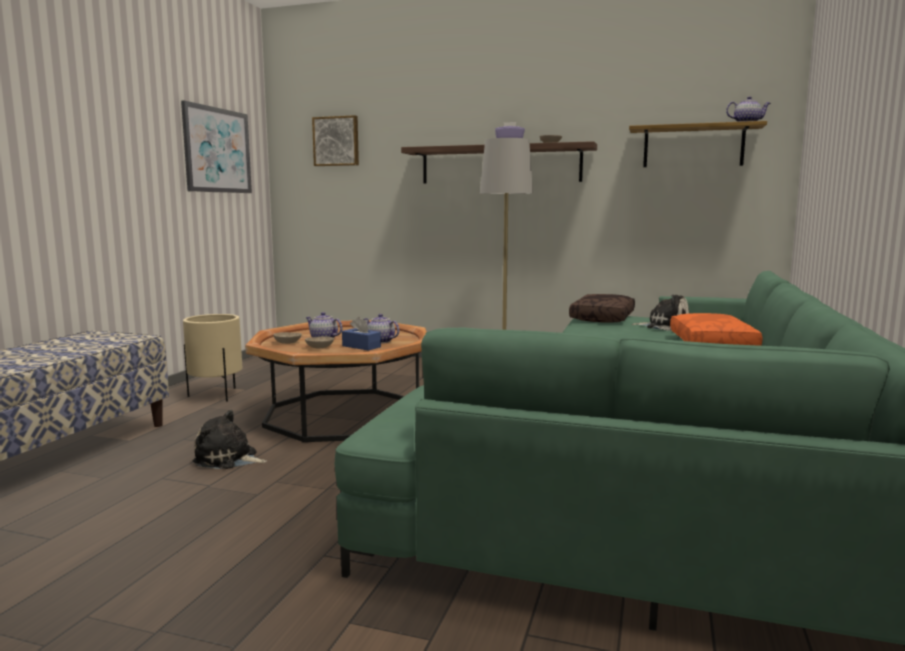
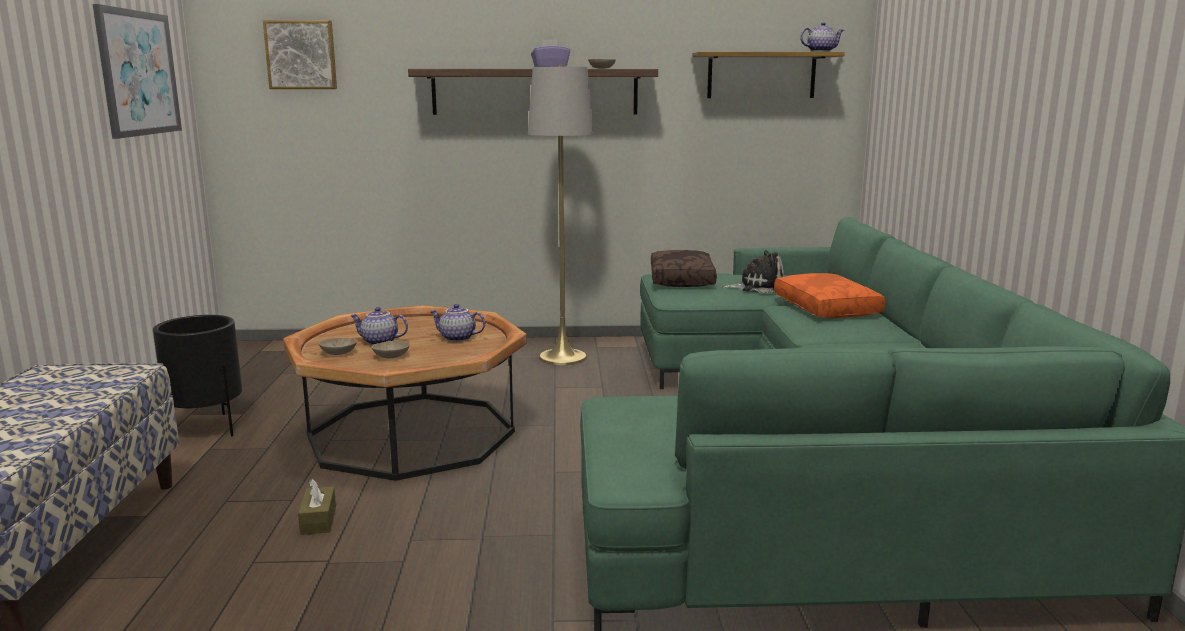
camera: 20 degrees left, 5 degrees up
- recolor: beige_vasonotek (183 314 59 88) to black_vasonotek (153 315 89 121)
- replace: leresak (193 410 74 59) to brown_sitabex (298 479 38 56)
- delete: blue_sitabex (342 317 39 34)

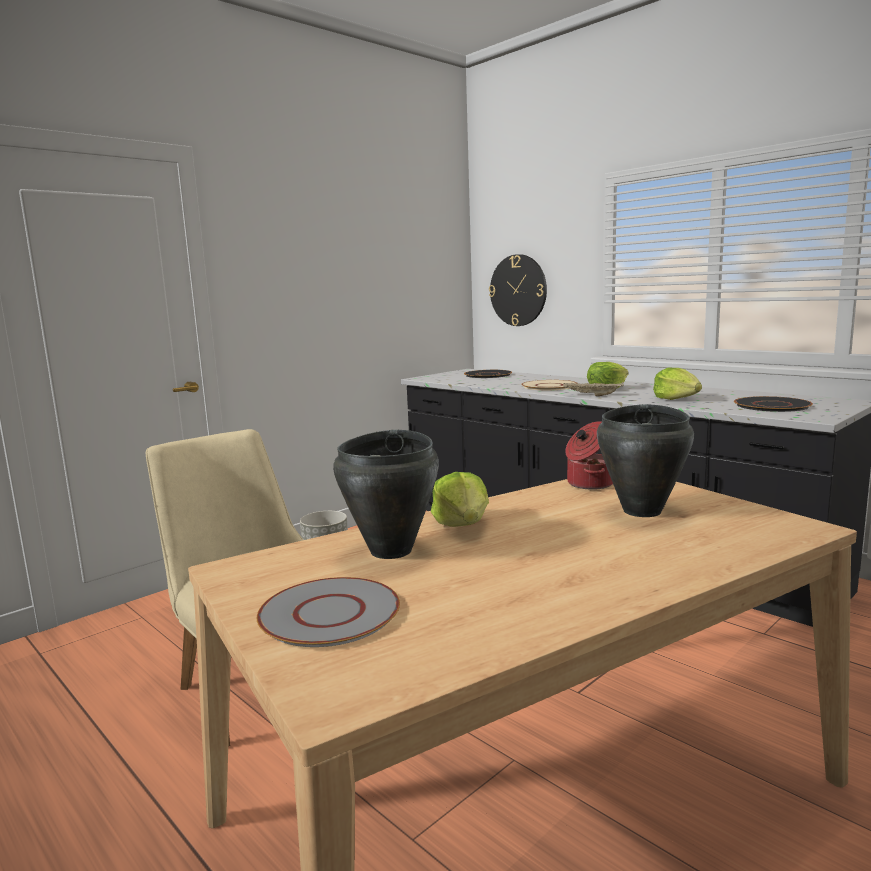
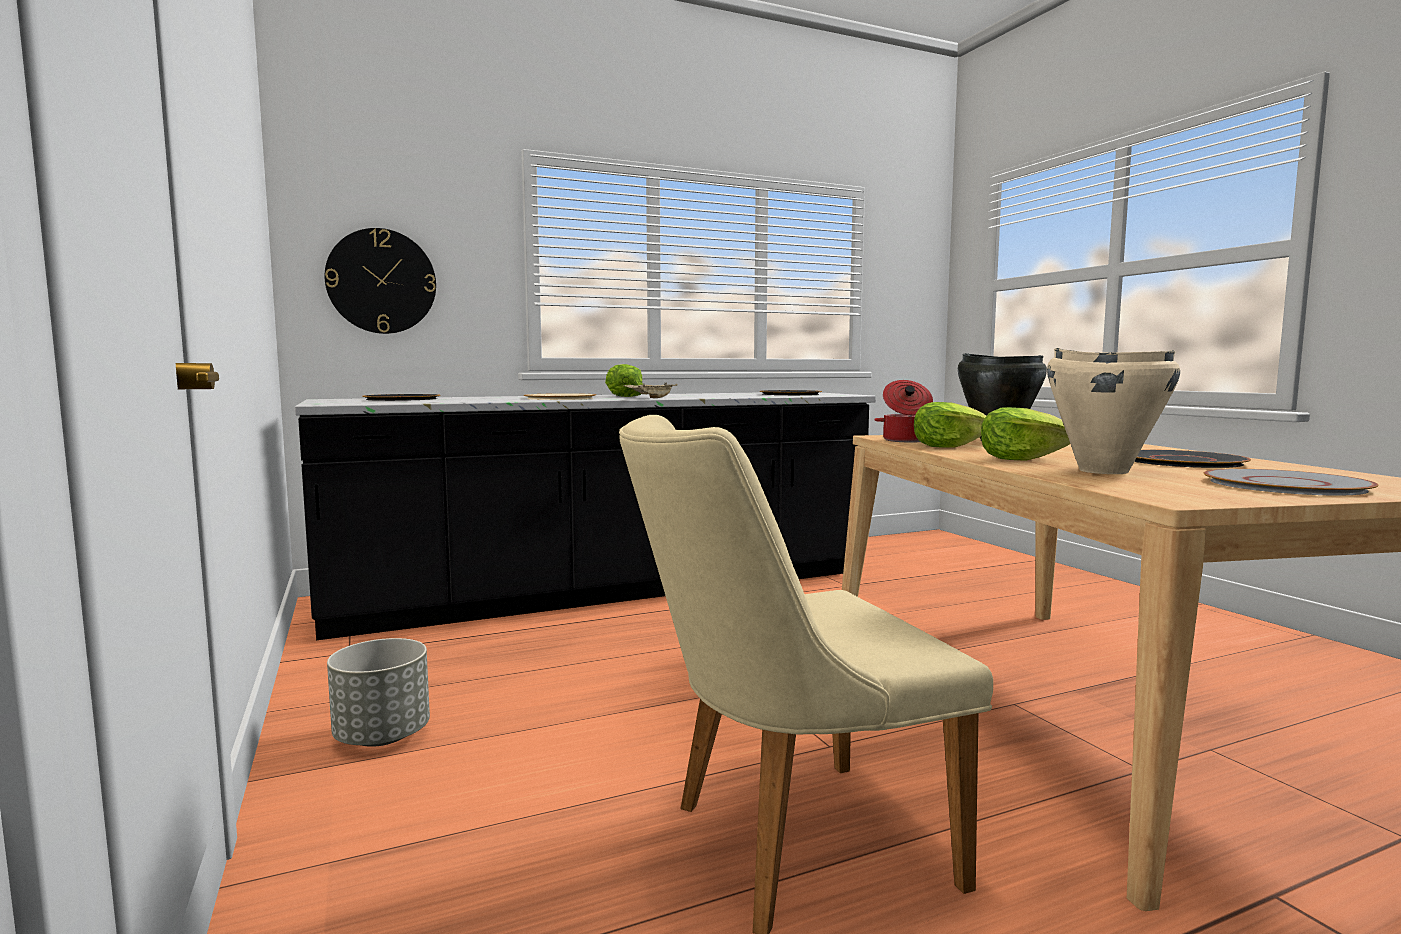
camera: 70 degrees left, 5 degrees down
- move: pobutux (653 368 49 32) to (914 402 72 46)
- recolor: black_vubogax (333 430 106 129) to beige_vubogax (1047 348 133 126)
- insert: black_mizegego (1135 450 116 18)

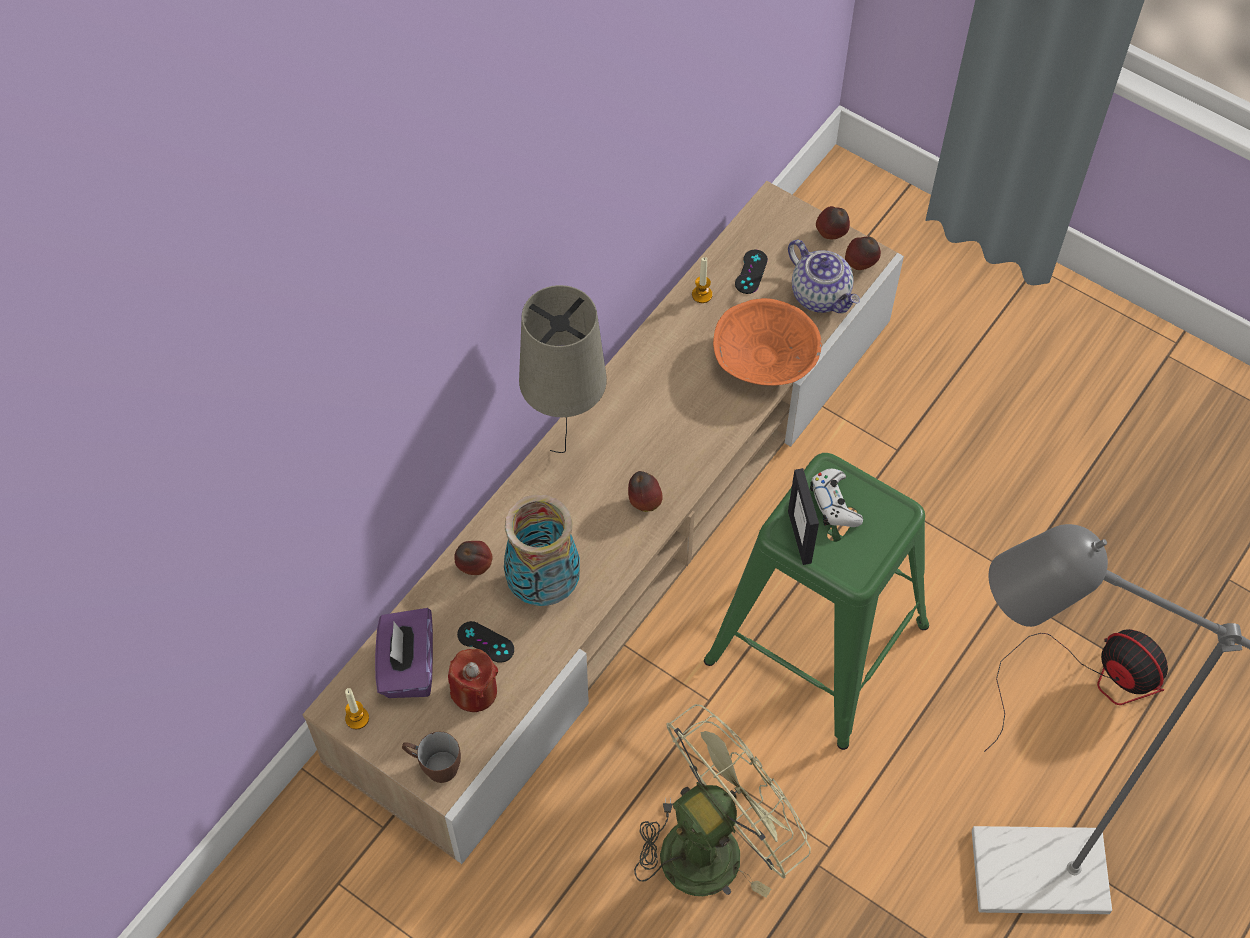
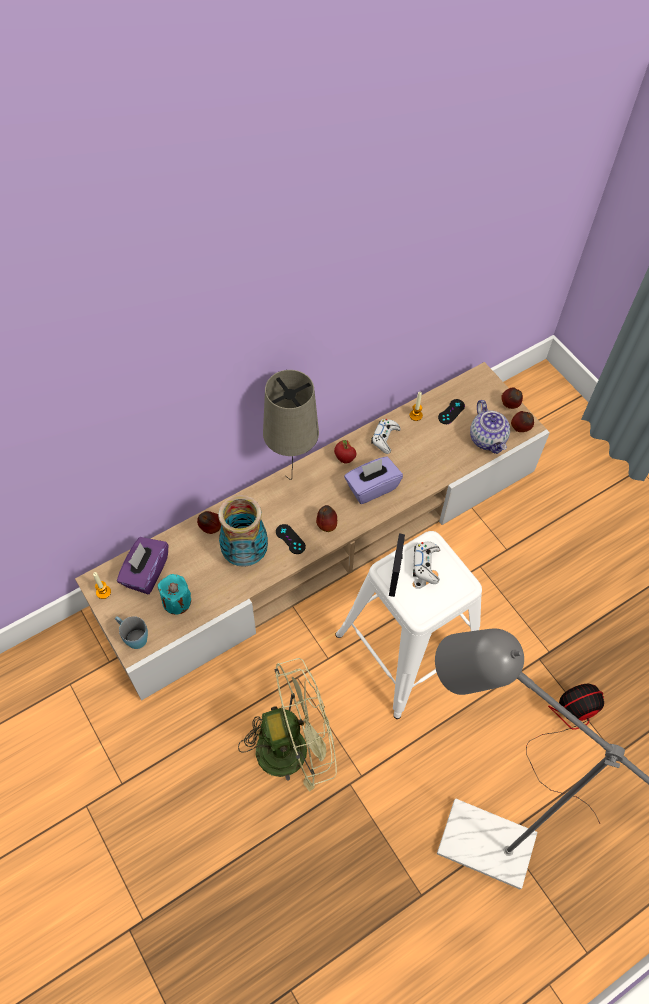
camera: 20 degrees right, 0 degrees up
- recolor: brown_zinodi (402 731 59 52) to blue_zinodi (115 616 33 33)
- recolor: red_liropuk (448 649 50 63) to turquoise_liropuk (158 574 33 40)
- move: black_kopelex (457 621 57 42) to (276 524 30 30)
- insert: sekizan (334 440 22 23)
- recolor: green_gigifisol (704 453 225 297) to white_gigifisol (335 531 147 188)
- insert: purple_sitabex (344 456 59 48)
- insert: white_kopelex (371 419 30 35)
- rotate: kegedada (984 629 184 123) = (526 684 78 139) 90 degrees counterclockwise
- delete: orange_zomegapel (713 298 109 88)

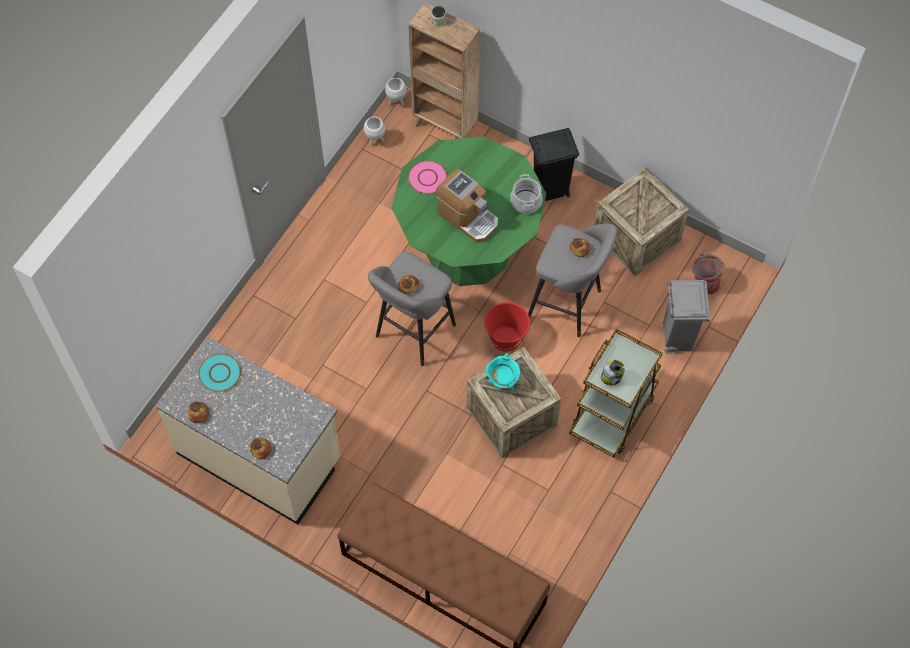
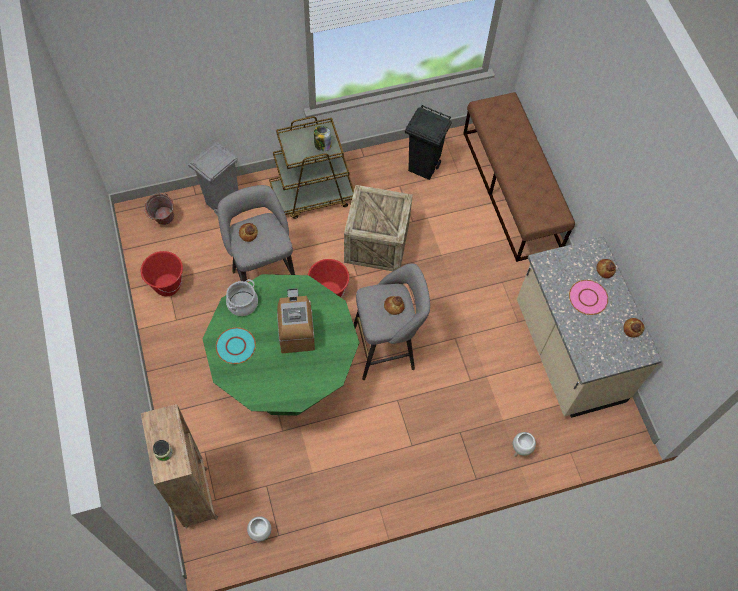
camera: 140 degrees left, 0 degrees up
- replace: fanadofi (595 168 94 108) to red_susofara (141 251 42 45)
- move: turquoise_mizegego (198 353 43 39) to (216 327 40 37)
- move: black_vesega (529 128 50 73) to (405 105 47 75)
- move: white_vasonotek (385 78 22 28) to (513 432 23 25)
- move: pink_mizegego (408 161 39 33) to (569 280 39 35)
- delete: turquoise_vubogax (485 353 35 37)

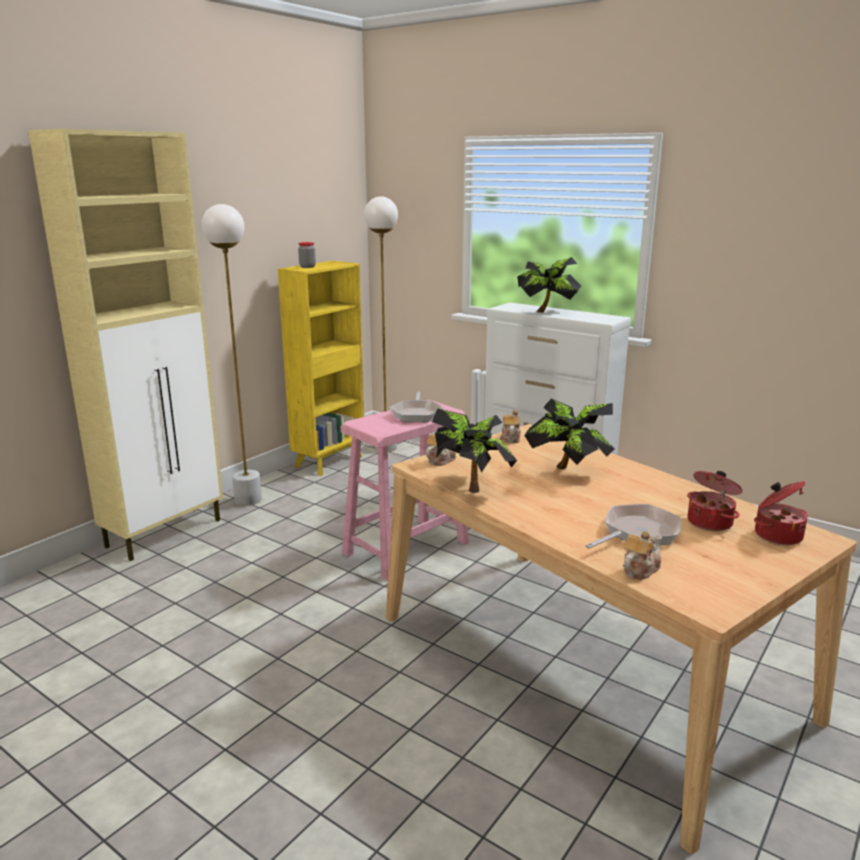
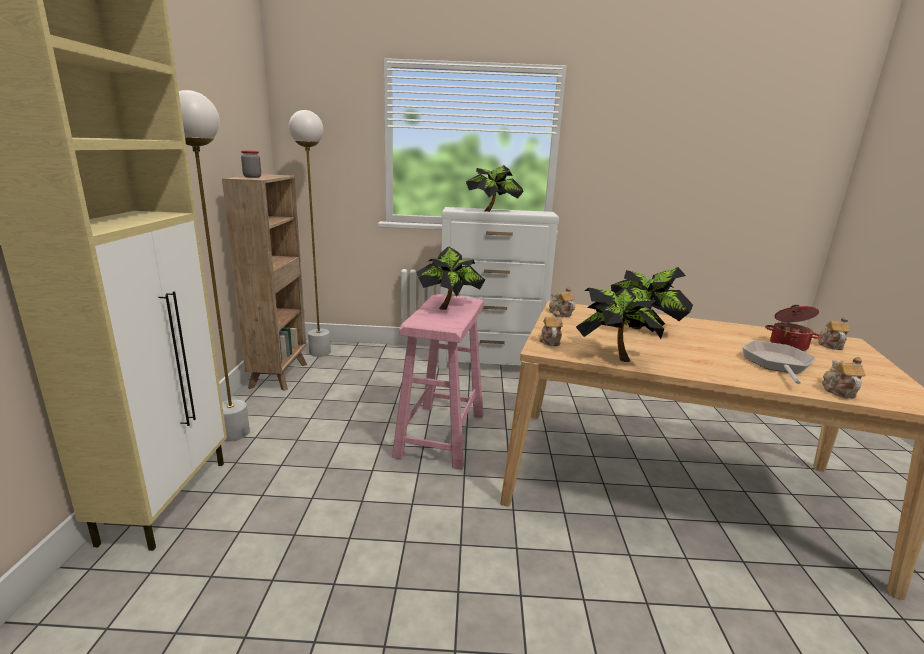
camera: 35 degrees left, 0 degrees up
- recolor: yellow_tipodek (278 261 86 215) to brown_tipodek (222 174 85 217)
- replace: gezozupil (389 391 54 31) to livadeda (416 246 69 64)
- replace: vubogax (754 481 54 64) to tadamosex (818 317 32 33)

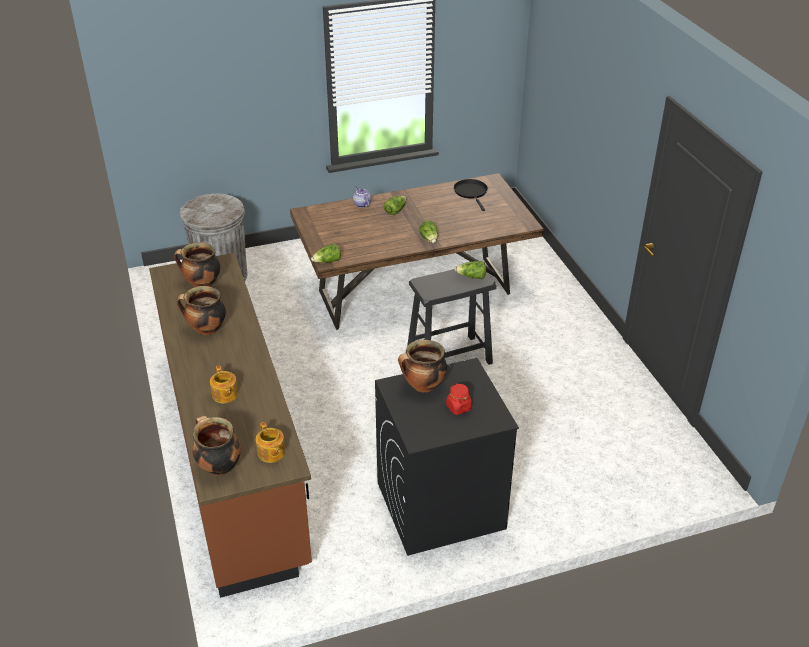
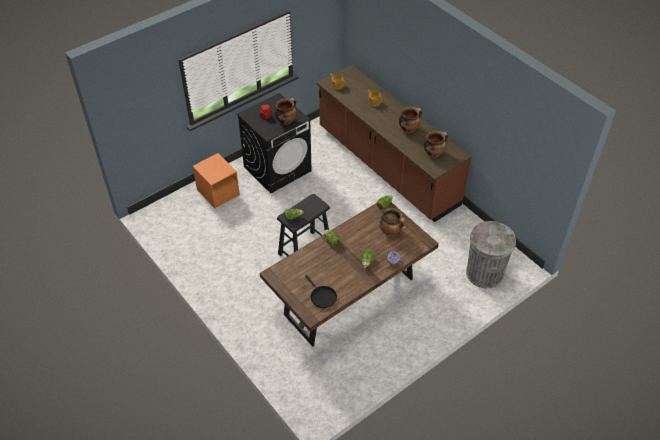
camera: 160 degrees right, 10 degrees up
- insert: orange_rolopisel (193 153 47 55)
- move: vubogax (192 416 49 60) to (380 208 26 28)

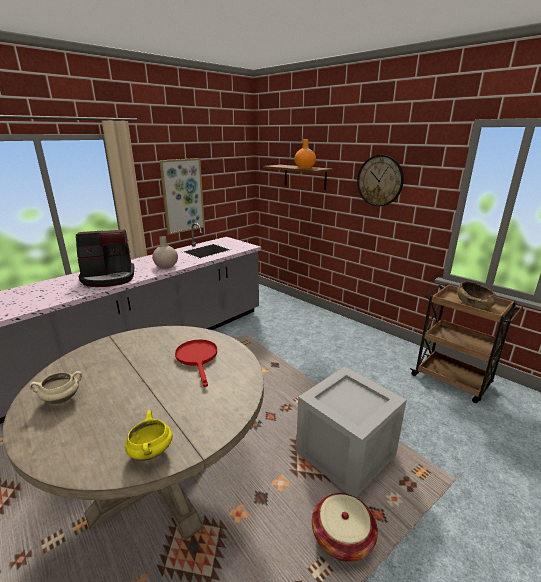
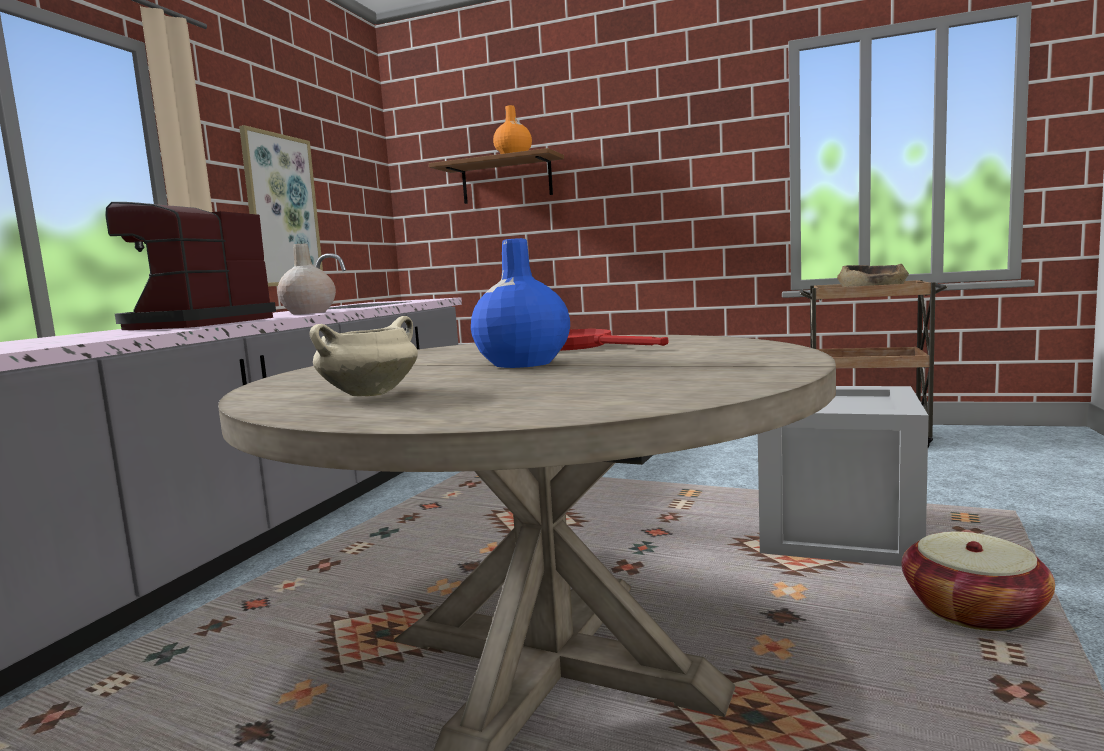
camera: 25 degrees left, 15 degrees down
- rotate: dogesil (76 229 58 58) = (105 202 171 128) 150 degrees clockwise
- insert: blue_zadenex (471 238 99 130)
- delete: yellow_vubogax (125 410 47 51)
- delete: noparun (357 155 47 51)

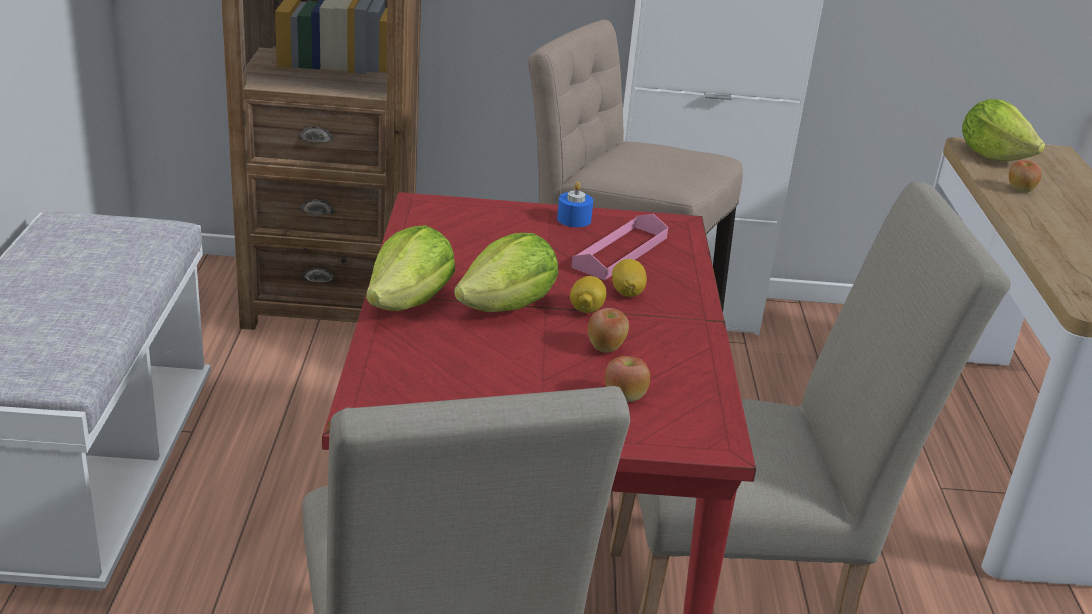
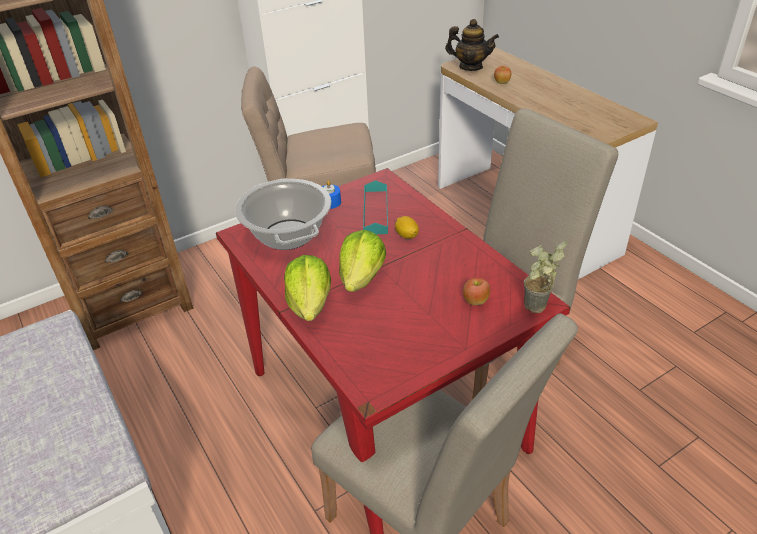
camera: 30 degrees left, 10 degrees up
- insert: vubogax (235 178 96 72)
- recolor: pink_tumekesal (571 214 97 66) to turquoise_tumekesal (363 180 25 54)
- replace: pobutux (962 99 83 62) to tadamosex (445 19 54 52)
- insert: livadeda (524 241 43 72)
- delete: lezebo (570 276 37 37)
- delete: sekizan (588 308 41 45)

